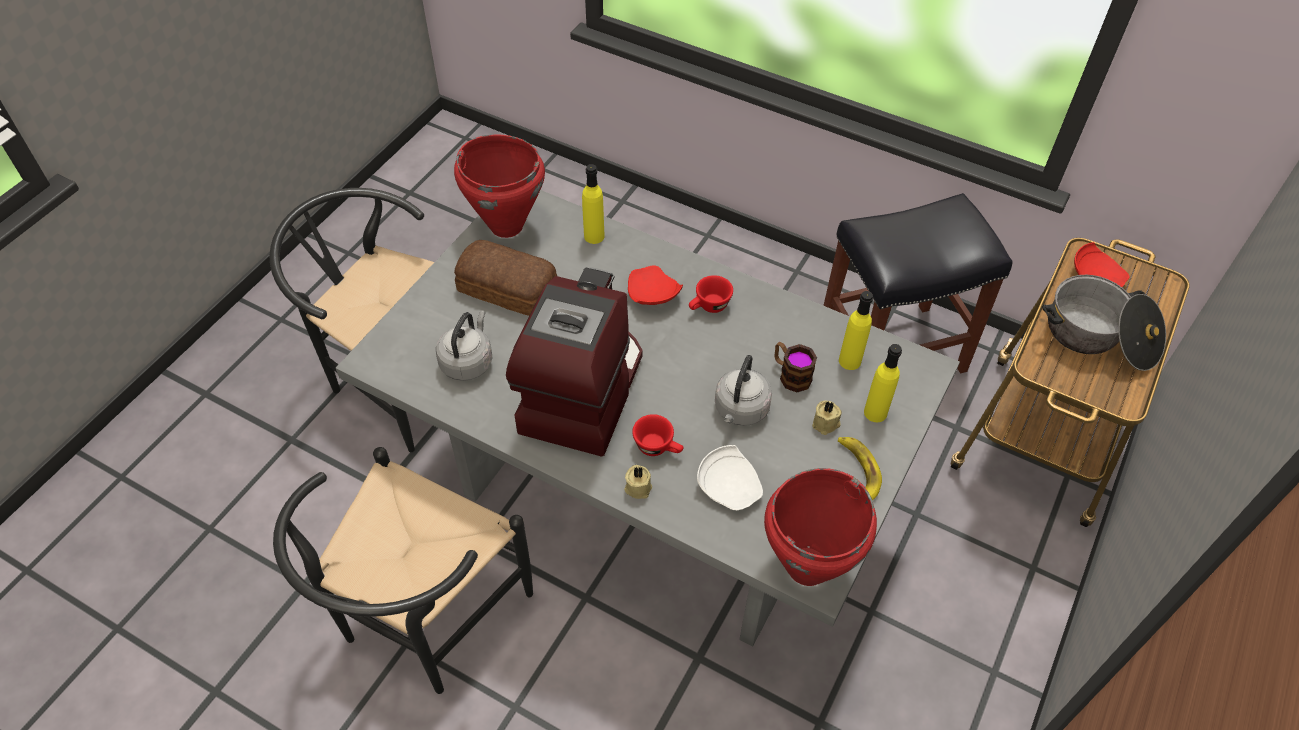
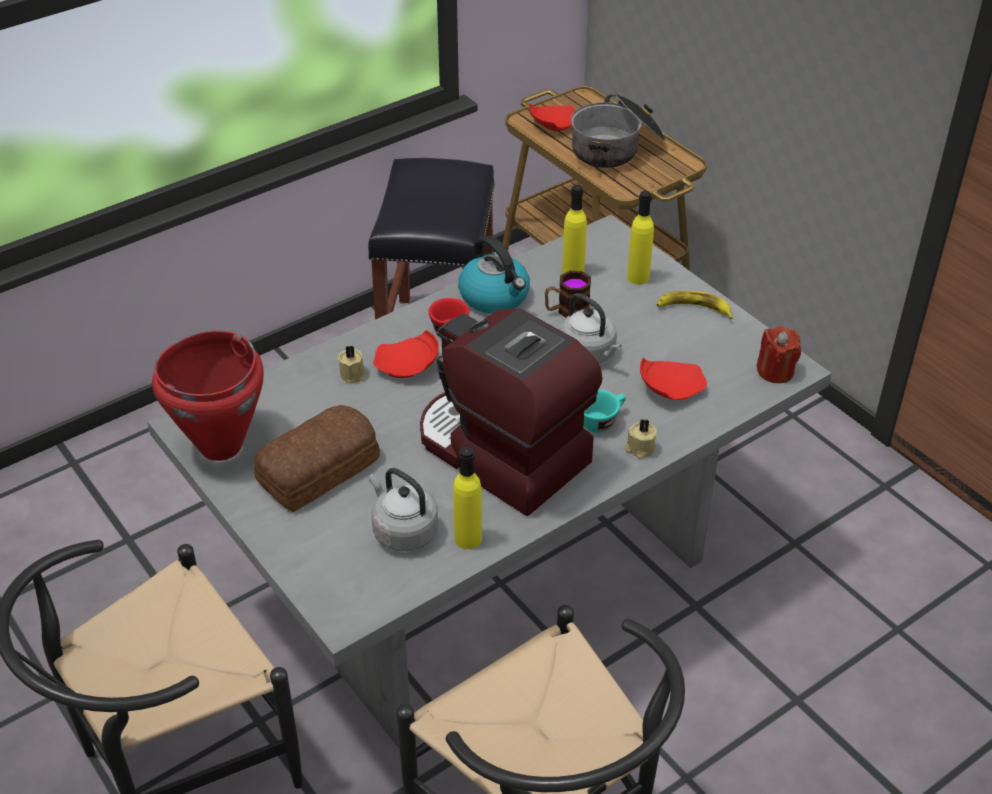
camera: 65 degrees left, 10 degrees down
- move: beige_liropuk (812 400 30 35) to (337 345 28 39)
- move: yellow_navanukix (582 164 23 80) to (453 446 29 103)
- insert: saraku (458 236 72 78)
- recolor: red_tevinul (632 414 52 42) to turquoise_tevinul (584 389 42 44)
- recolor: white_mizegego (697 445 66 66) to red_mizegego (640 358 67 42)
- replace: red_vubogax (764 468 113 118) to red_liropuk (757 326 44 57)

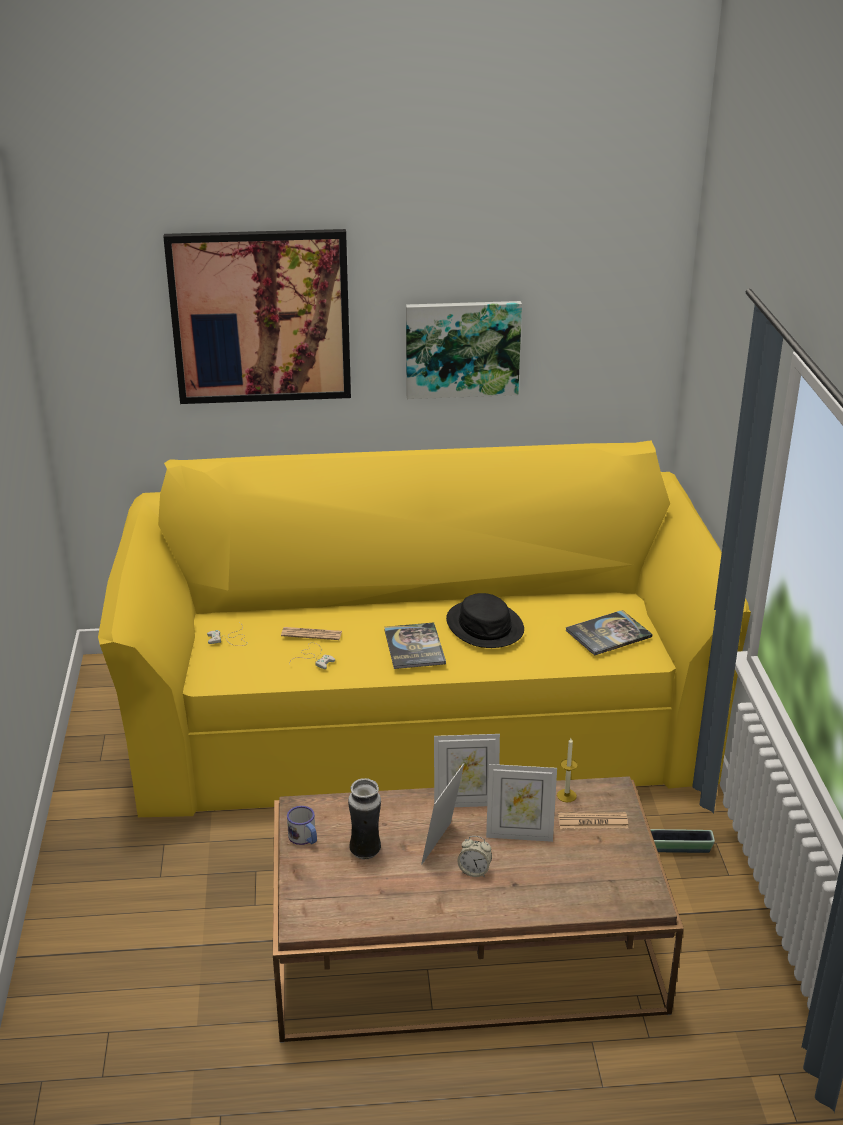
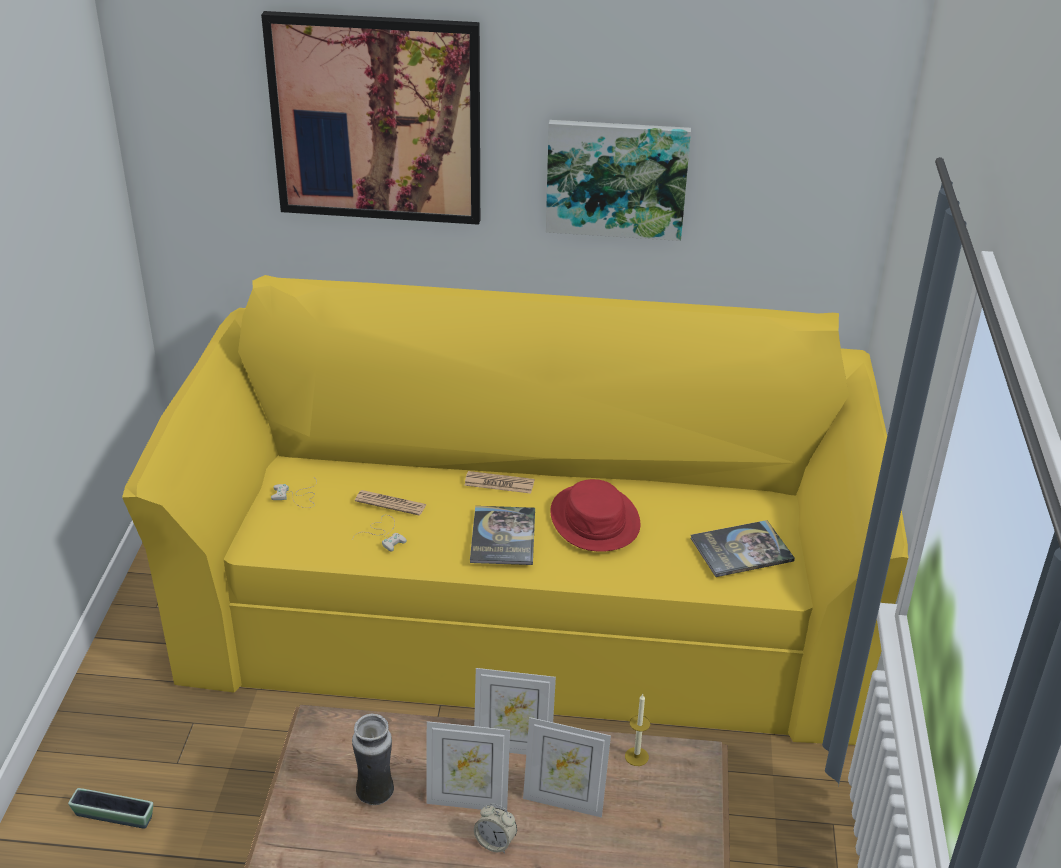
camera: 10 degrees right, 5 degrees up
- move: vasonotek (650 829 65 24) to (68 788 85 41)
- rotate: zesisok (421 763 43 102) = (426 721 84 90) 120 degrees counterclockwise
- move: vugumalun (558 812 70 17) to (464 471 70 23)
- recolor: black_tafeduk (446 593 78 55) to red_tafeduk (550 479 90 73)
- delete: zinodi (287 806 30 39)

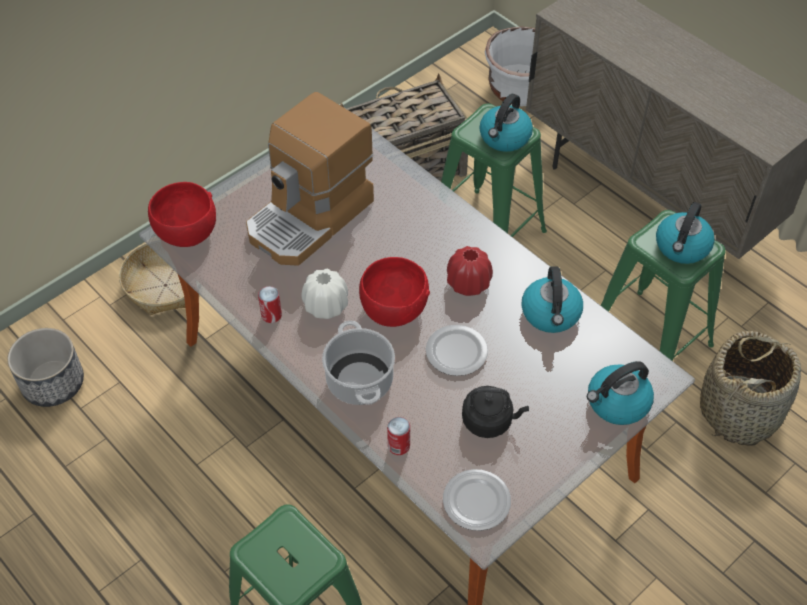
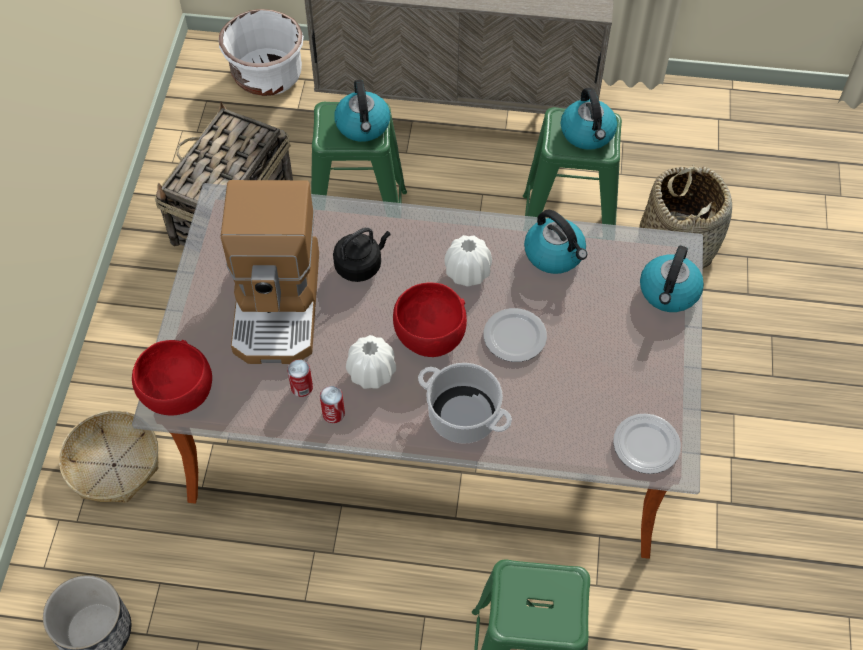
camera: 40 degrees left, 5 degrees up
- move: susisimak (387 417 23 38) to (287 360 26 37)
- move: black_saraku (462 386 67 52) to (333 228 58 54)
- recolor: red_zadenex (447 246 46 50) to white_zadenex (444 235 48 52)

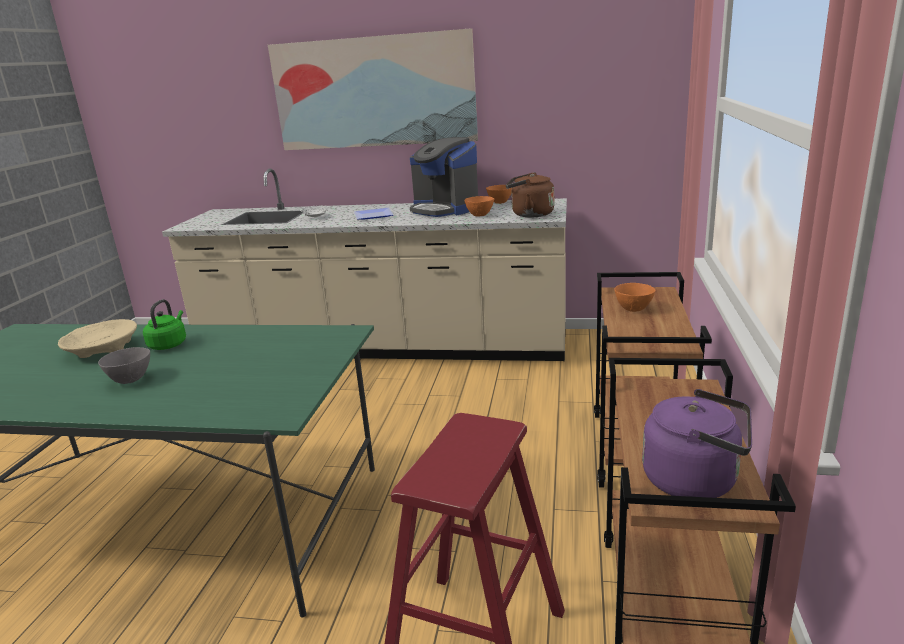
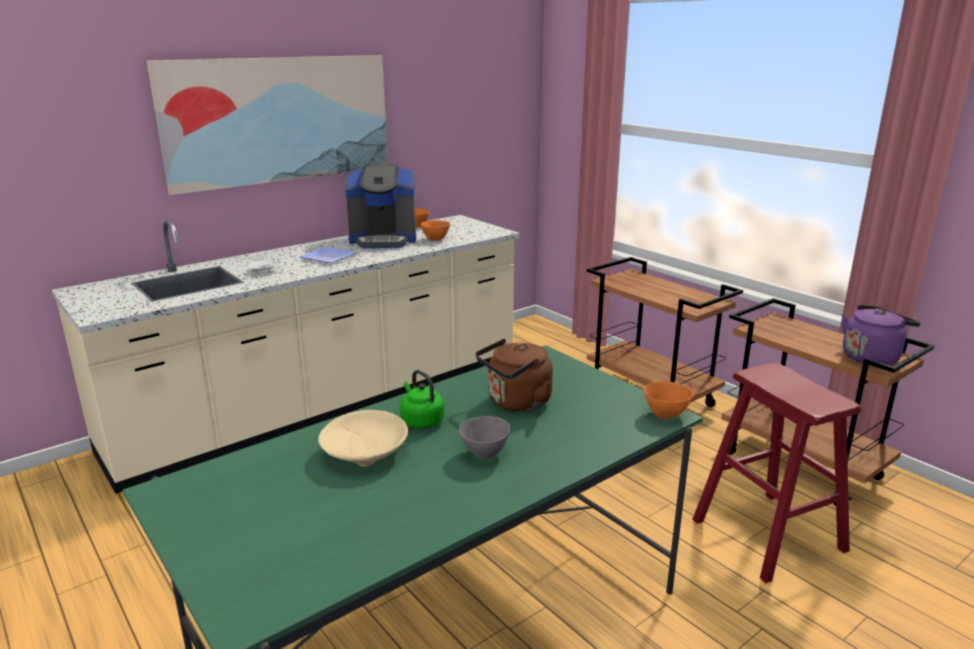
camera: 50 degrees left, 0 degrees up
- move: brown_saraku (506 172 48 45) to (476 339 77 73)
- move: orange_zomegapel (614 283 42 29) to (644 381 50 38)

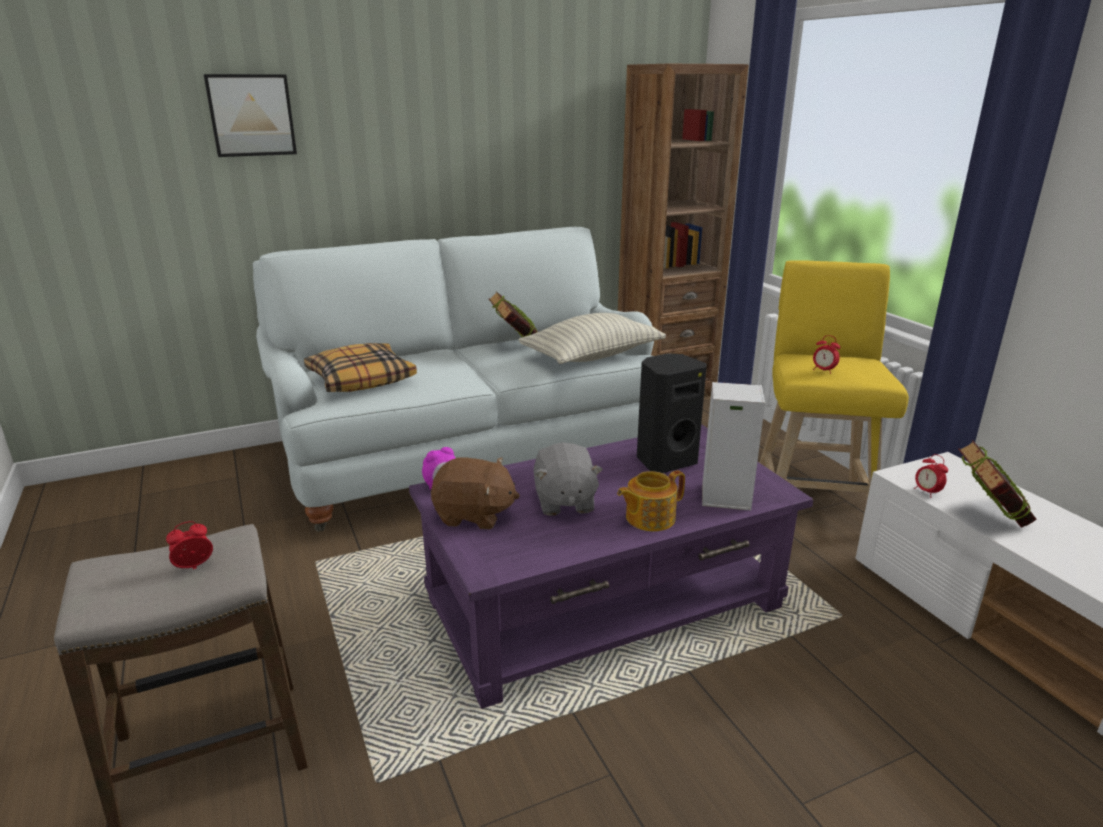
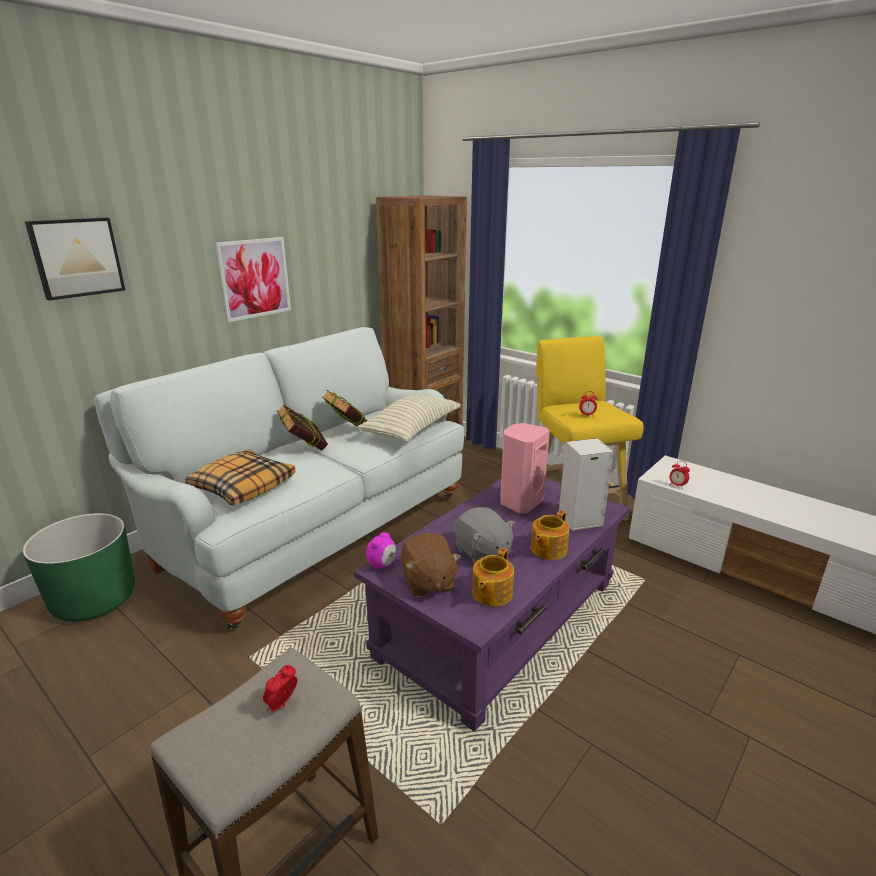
camera: 25 degrees left, 0 degrees up
- insert: green_vasonotek (23 513 112 109)
- insert: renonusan (214 237 77 85)
- move: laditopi (958 440 79 88) to (277 405 51 46)
- rotate: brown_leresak (431 457 89 72) = (401 533 60 64) 90 degrees clockwise
- insert: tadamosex (472 548 42 59)
- recolor: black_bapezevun (637 353 70 120) to pink_bapezevun (500 423 50 90)

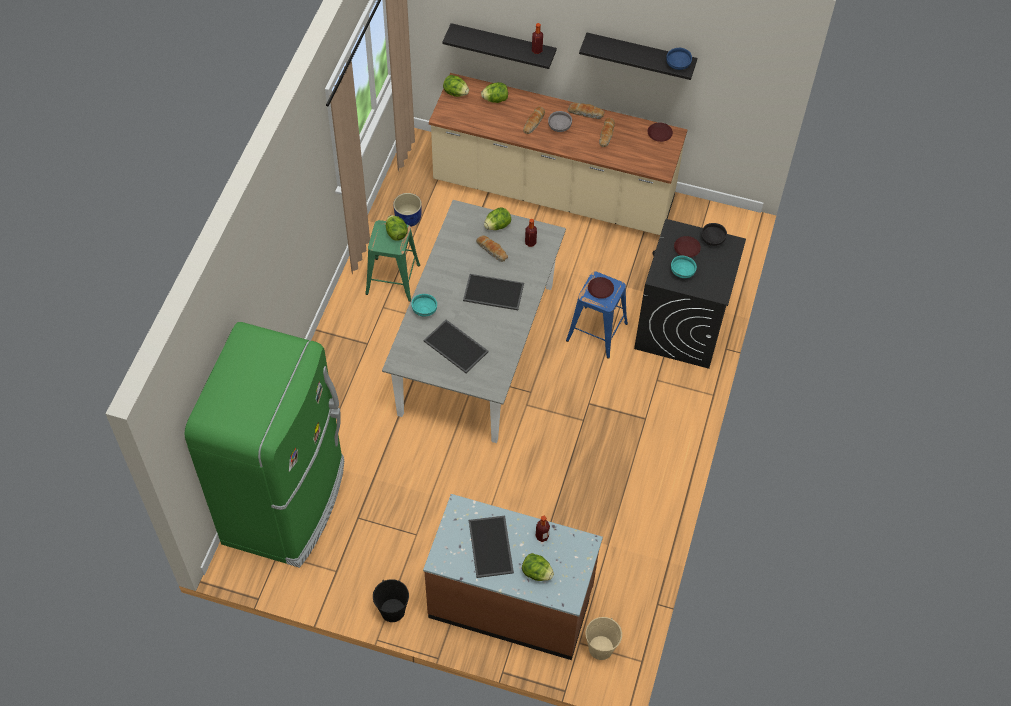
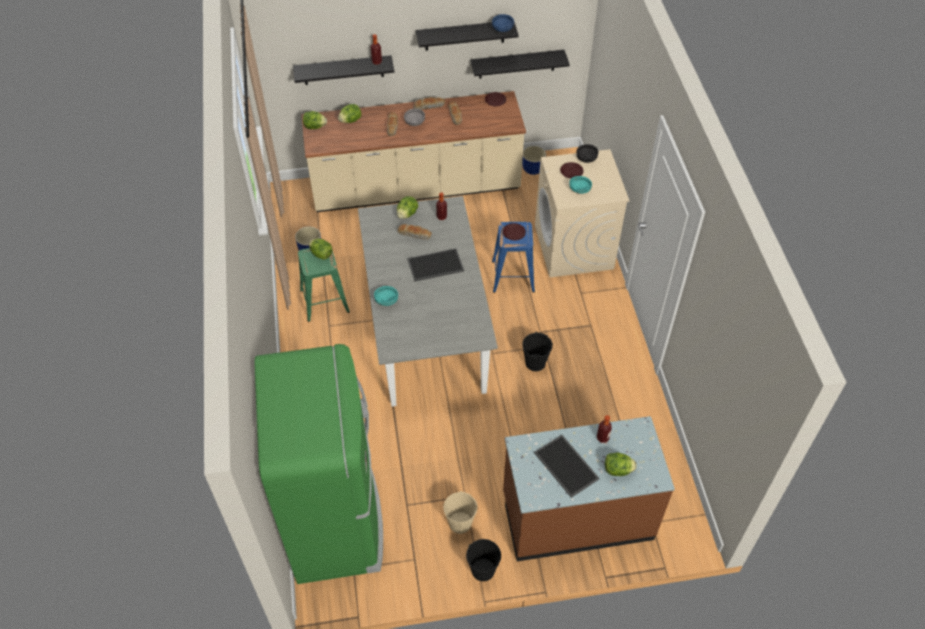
camera: 25 degrees left, 5 degrees down
- move: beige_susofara (586 617 36 43) to (443 491 34 43)
- insert: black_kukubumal (471 50 99 29)
- insert: blue_vasonotek (522 146 24 29)
- insert: black_susofara (522 332 31 39)
- recolor: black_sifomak (634 219 112 150) to beige_sifomak (535 149 95 128)
- delete: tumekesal (424 320 65 53)

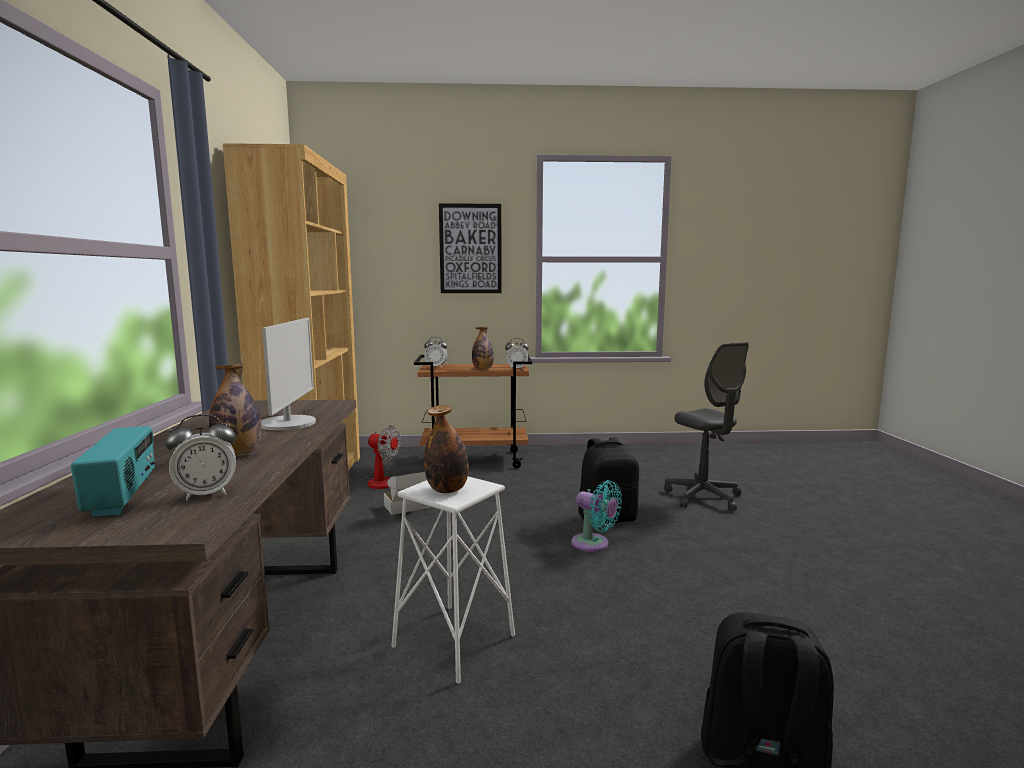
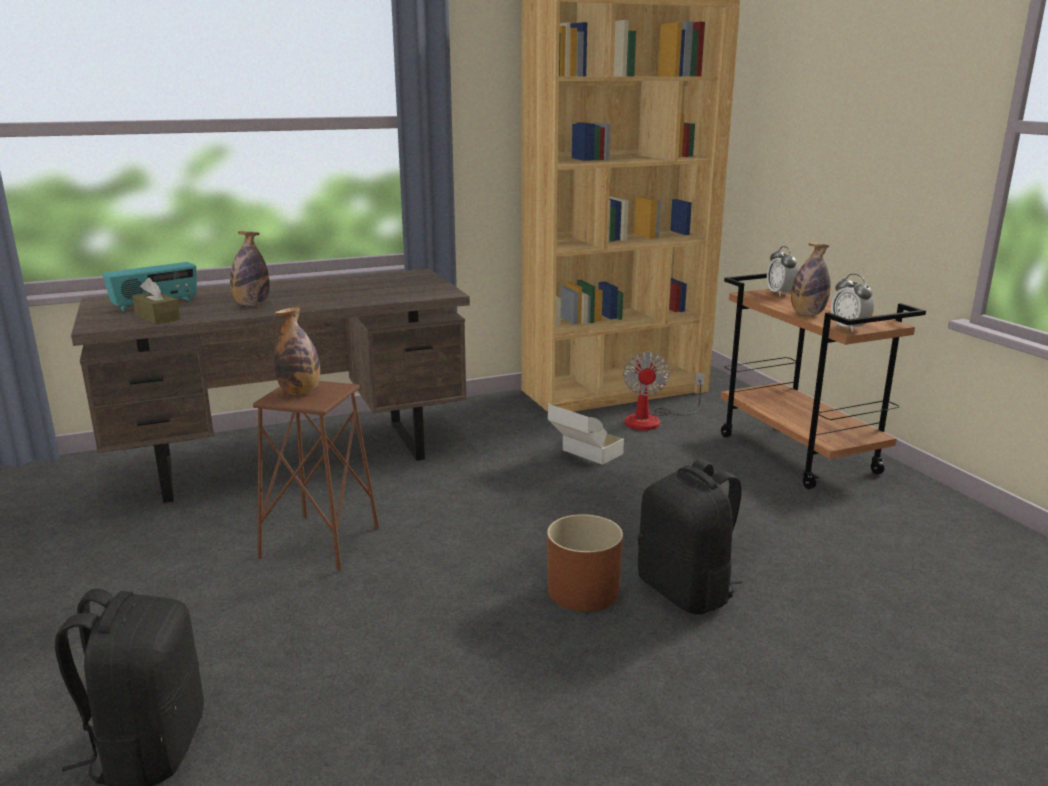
camera: 70 degrees right, 10 degrees up
- replace: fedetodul (165 414 71 87) to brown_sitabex (132 278 48 46)
- recolor: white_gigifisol (391 476 124 208) to brown_gigifisol (253 381 126 191)
- replace: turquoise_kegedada (571 480 51 72) to brown_vasonotek (547 514 76 98)
- delete: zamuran (261 318 55 112)
- delete: renonusan (439 203 63 90)
- delete: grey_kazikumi (664 342 85 169)

